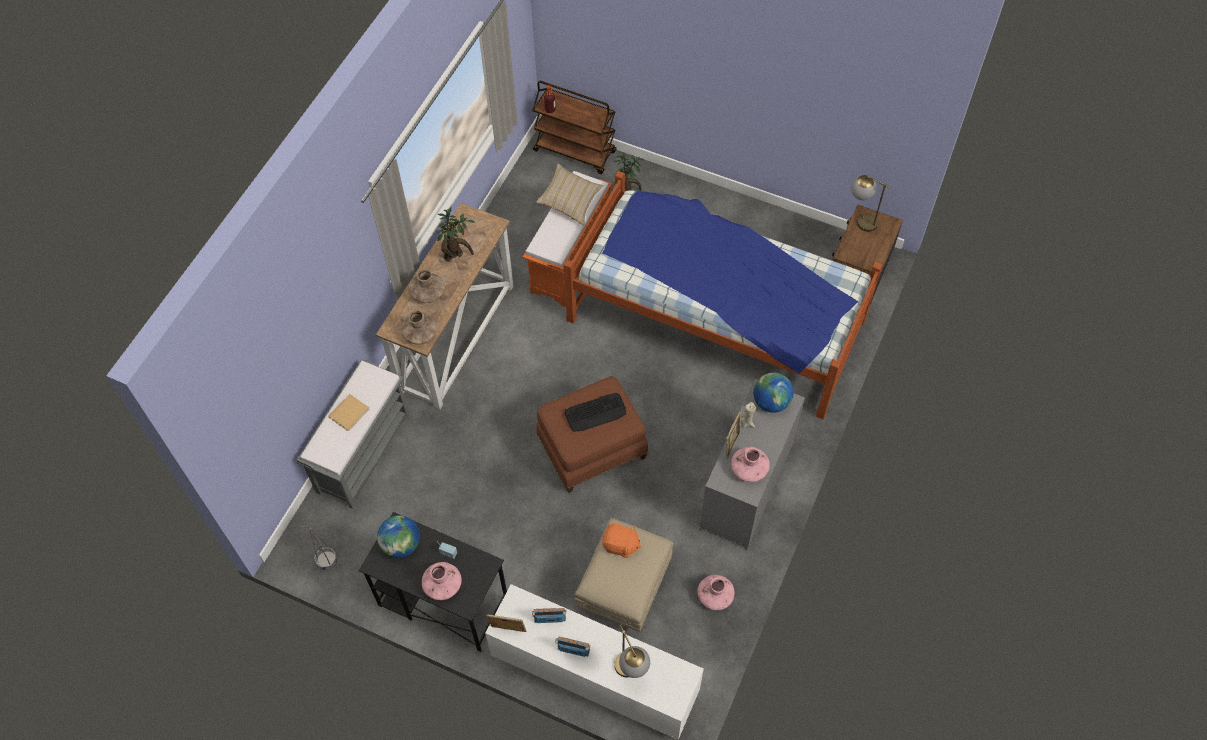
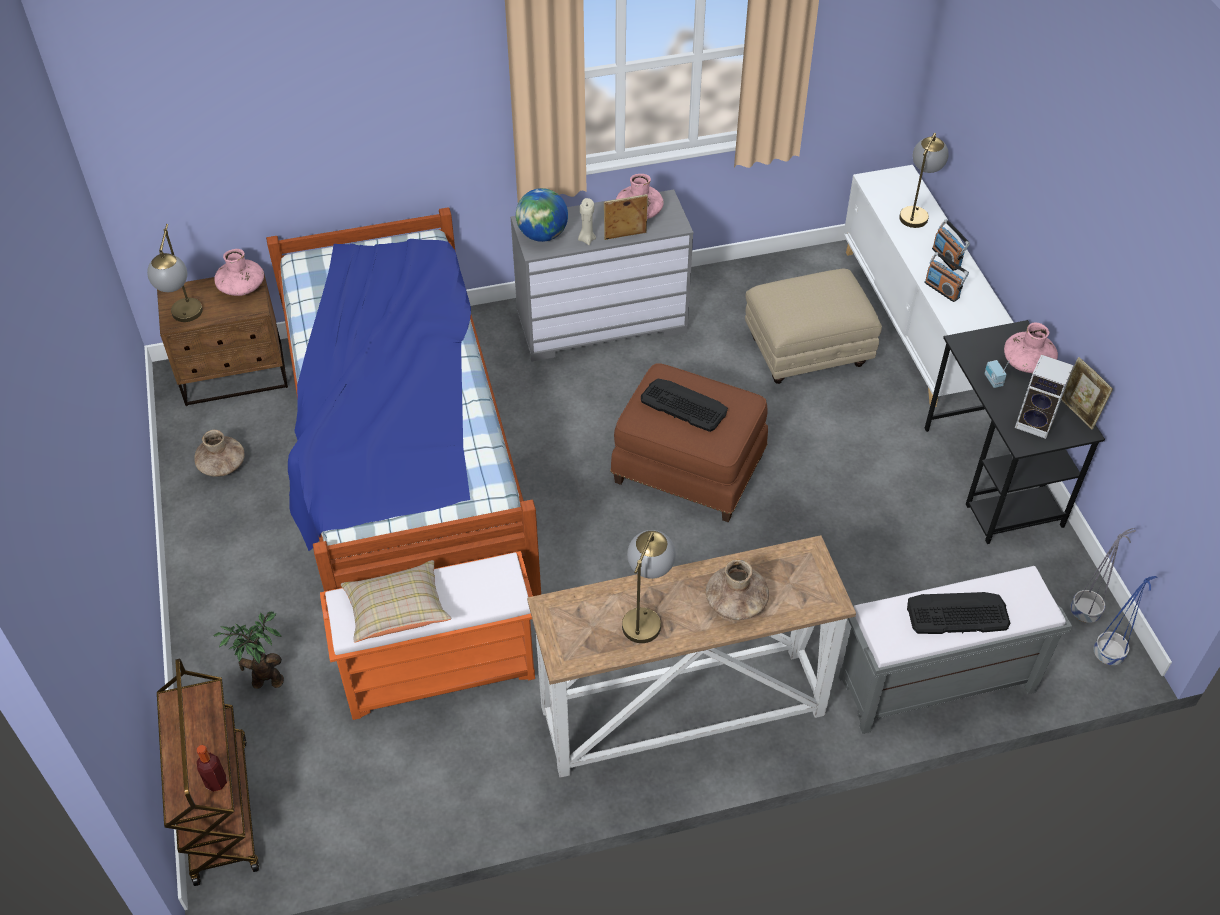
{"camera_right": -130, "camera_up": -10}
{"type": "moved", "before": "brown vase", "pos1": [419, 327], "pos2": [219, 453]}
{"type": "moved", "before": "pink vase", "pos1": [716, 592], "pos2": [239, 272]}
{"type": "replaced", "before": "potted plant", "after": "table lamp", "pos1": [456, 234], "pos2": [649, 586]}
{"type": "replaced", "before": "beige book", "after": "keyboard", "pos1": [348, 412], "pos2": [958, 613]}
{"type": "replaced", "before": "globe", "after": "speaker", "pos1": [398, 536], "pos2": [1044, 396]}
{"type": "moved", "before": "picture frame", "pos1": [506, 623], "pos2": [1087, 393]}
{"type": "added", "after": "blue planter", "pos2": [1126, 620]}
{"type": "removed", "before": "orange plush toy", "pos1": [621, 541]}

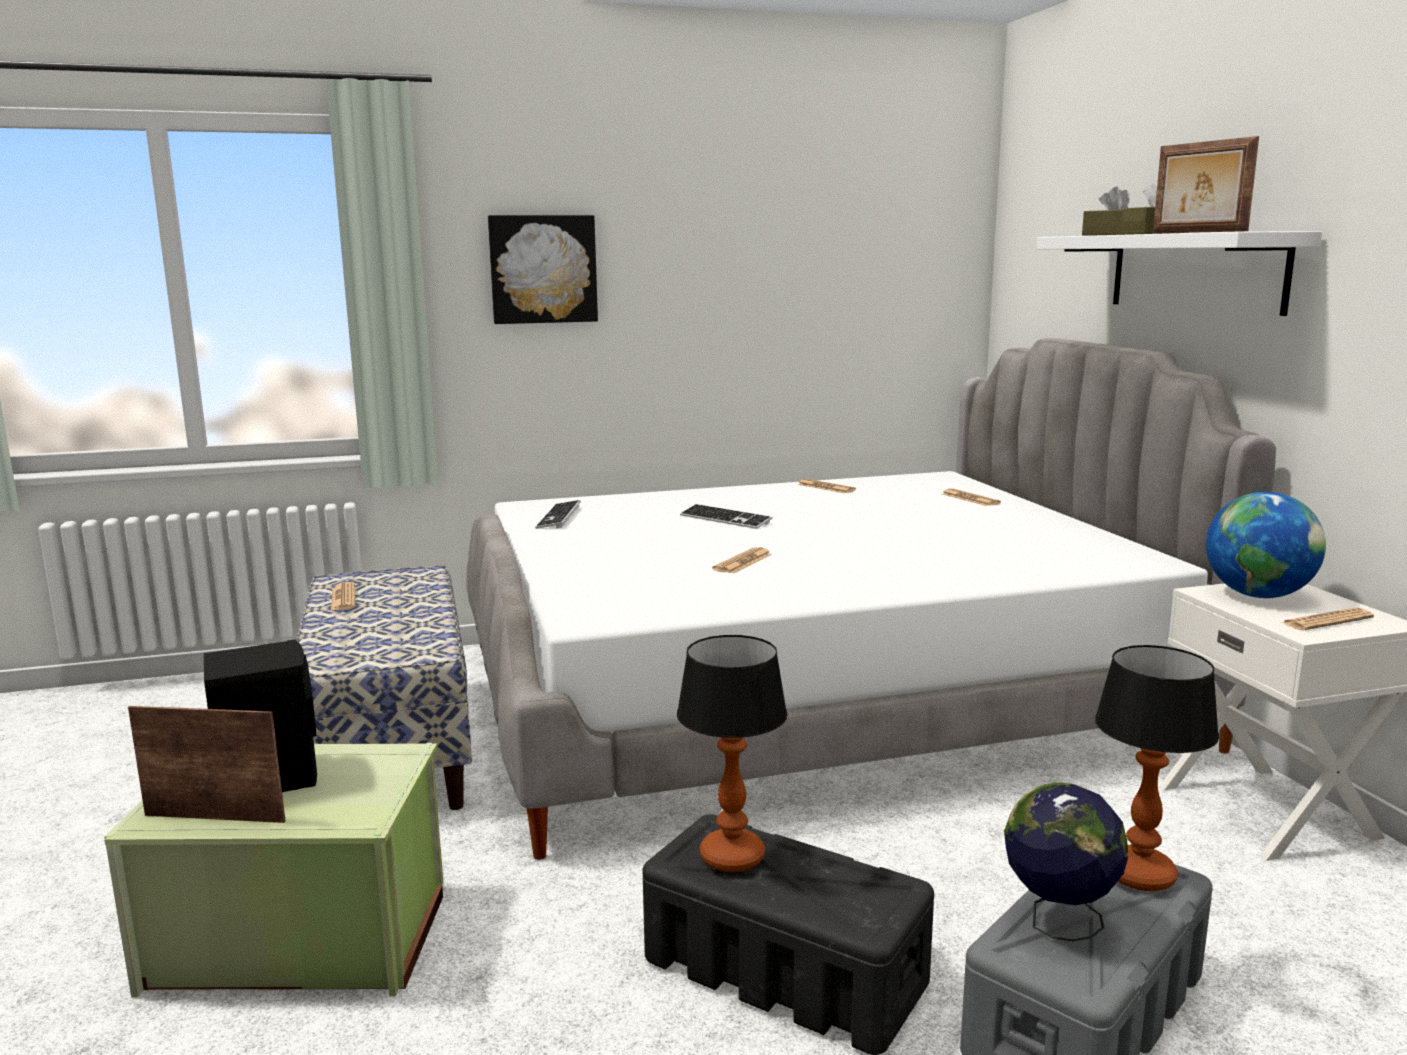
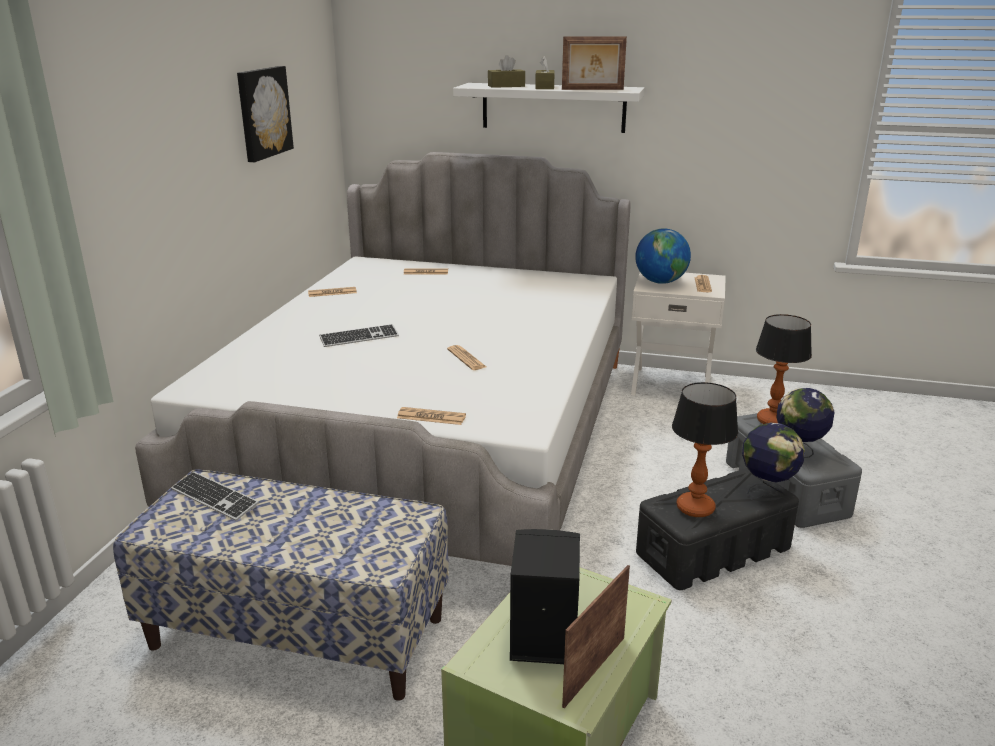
{"camera_right": -60, "camera_up": 10}
{"type": "moved", "before": "keyboard", "pos1": [558, 514], "pos2": [215, 496]}
{"type": "moved", "before": "picture", "pos1": [543, 269], "pos2": [265, 114]}
{"type": "moved", "before": "newspaper", "pos1": [343, 596], "pos2": [431, 416]}
{"type": "added", "after": "globe", "pos2": [773, 463]}

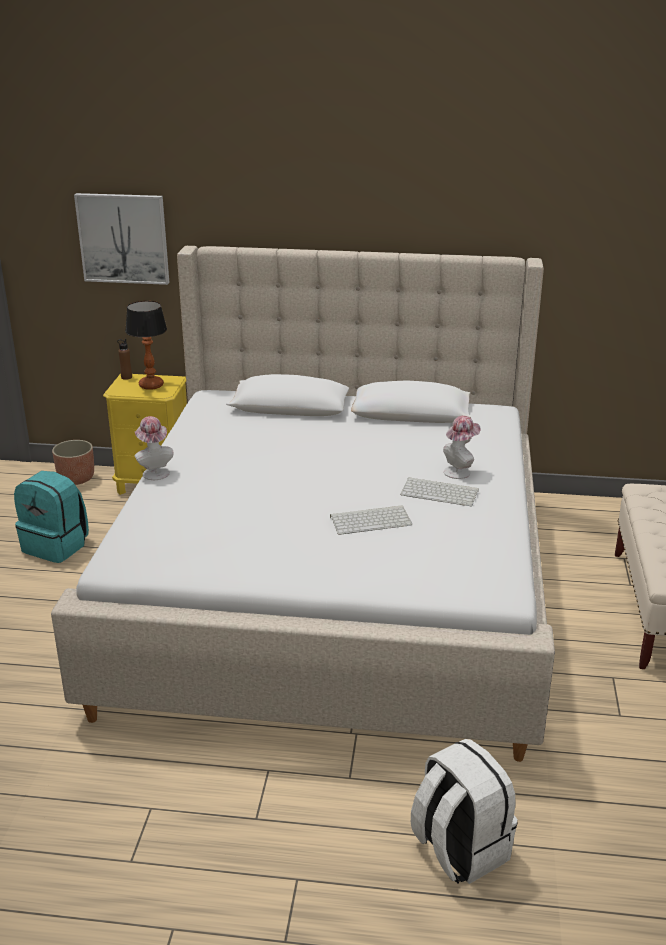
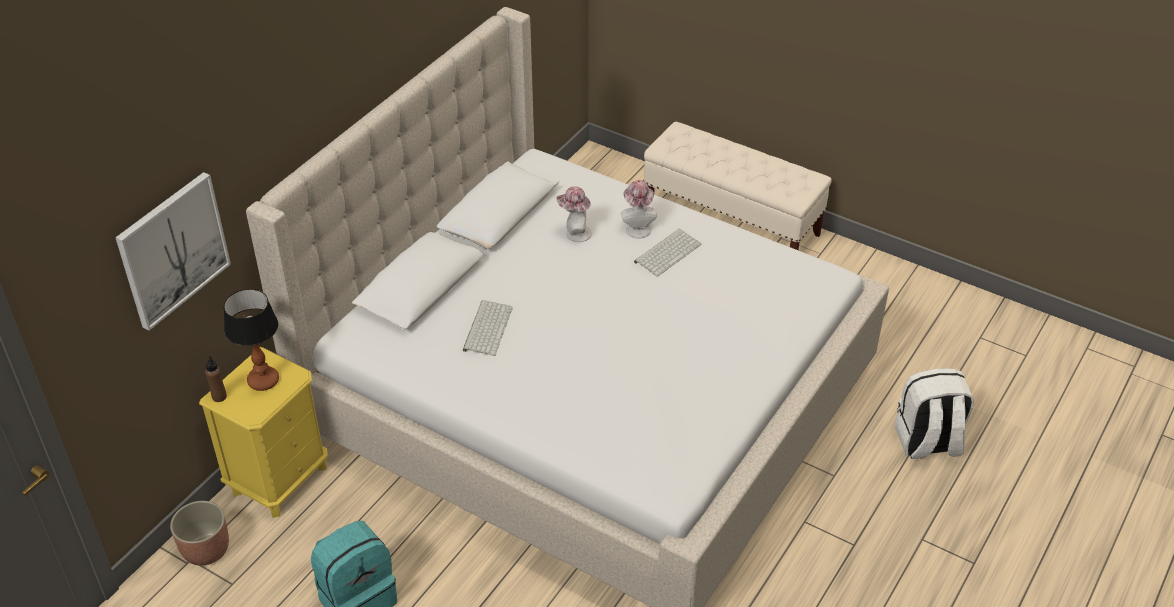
{"camera_right": -65, "camera_up": 15}
{"type": "moved", "before": "keyboard", "pos1": [371, 520], "pos2": [488, 328]}
{"type": "moved", "before": "hat", "pos1": [154, 448], "pos2": [574, 214]}

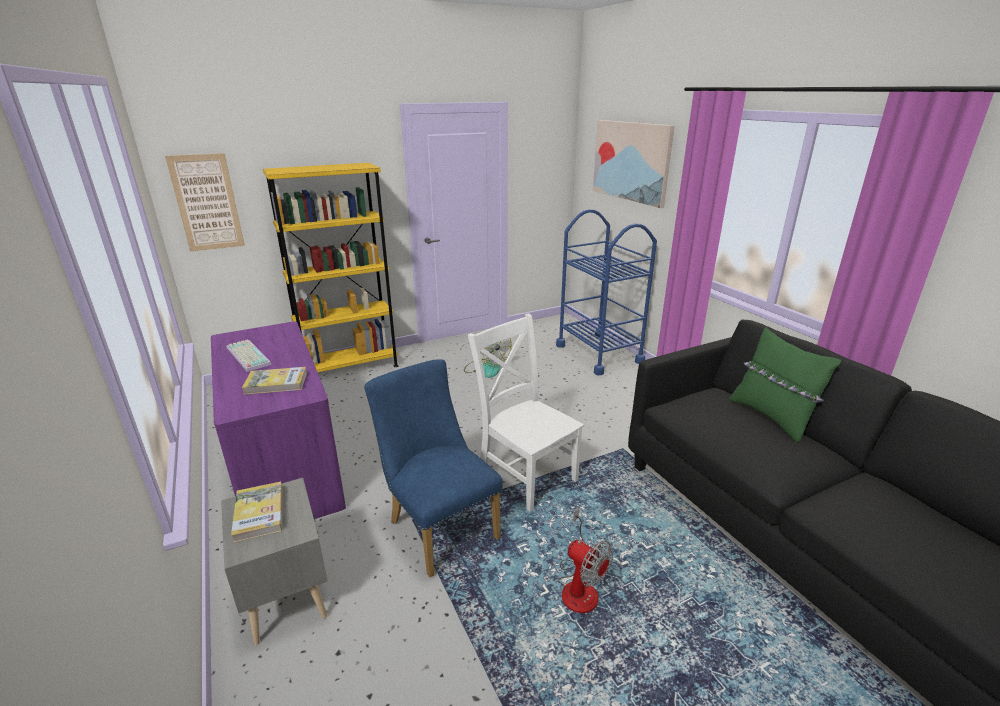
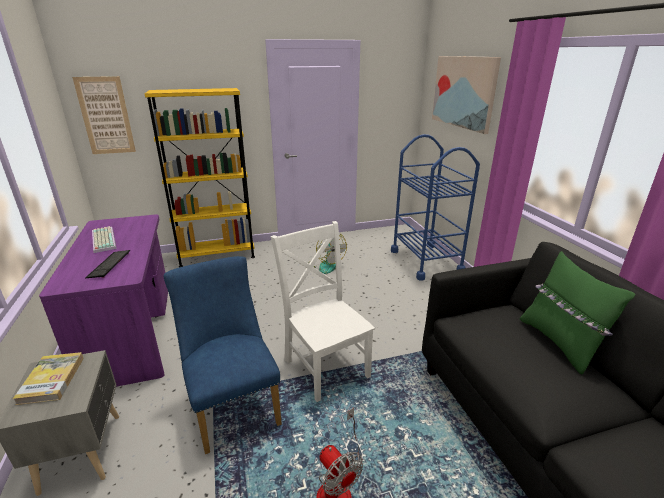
{"camera_right": 10, "camera_up": 0}
{"type": "replaced", "before": "book", "after": "keyboard", "pos1": [274, 381], "pos2": [107, 264]}

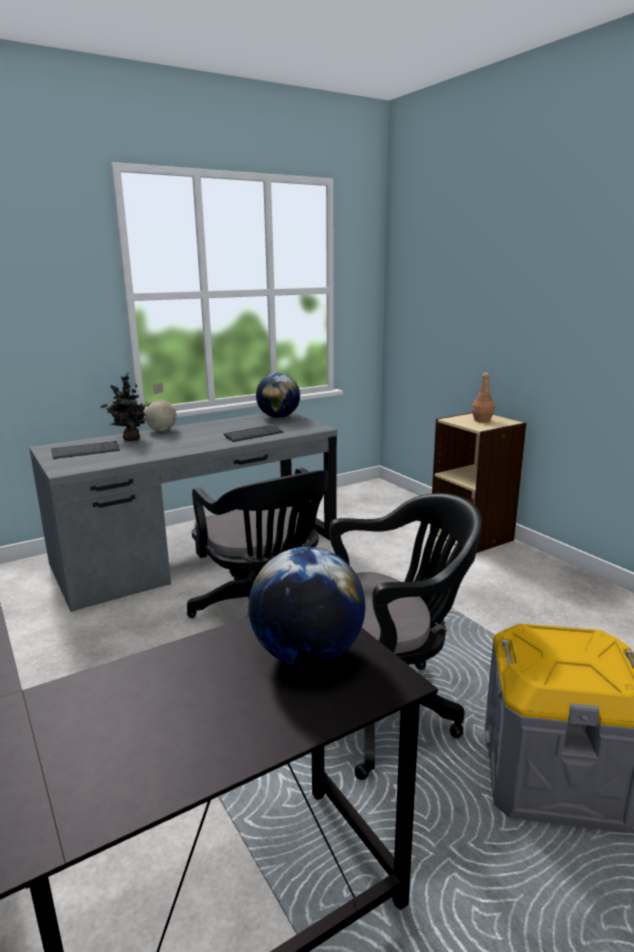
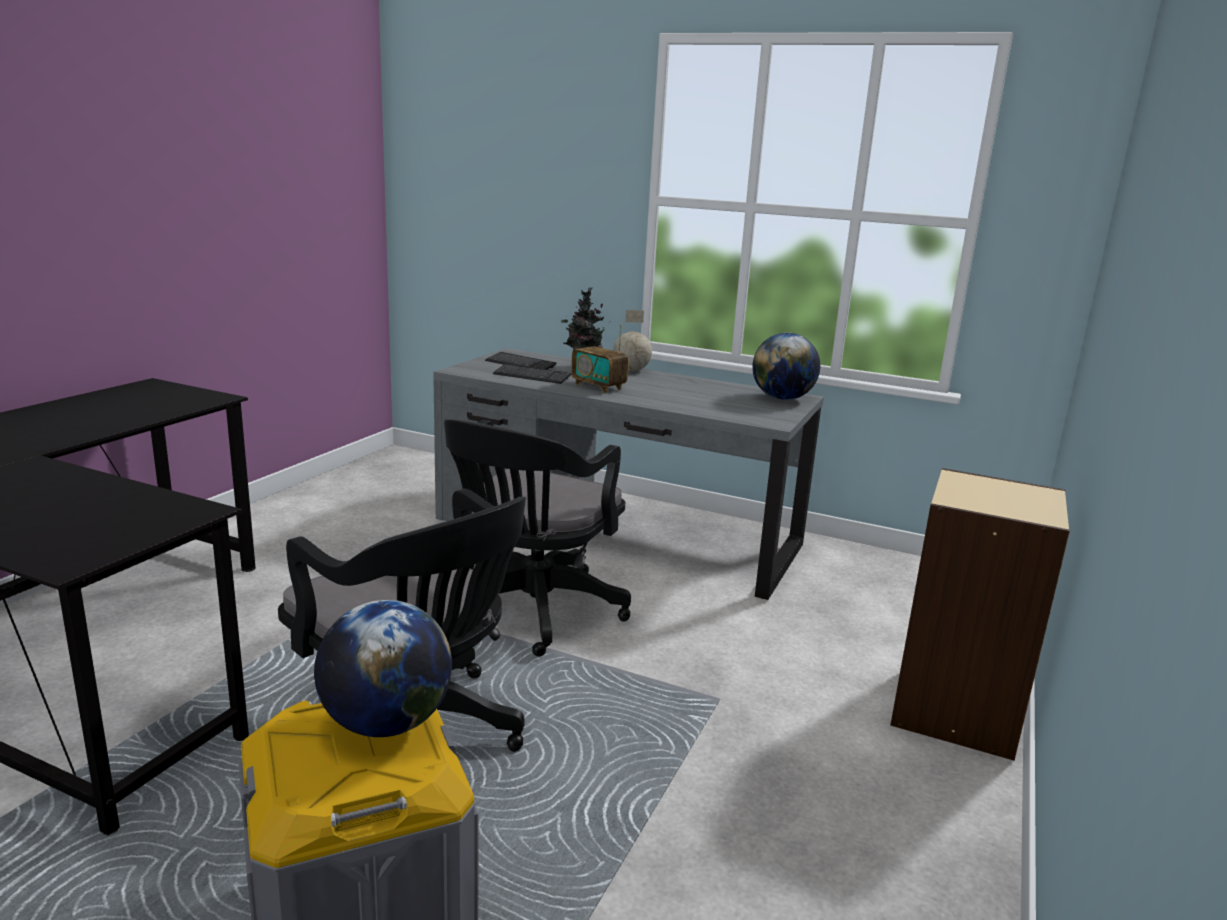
{"camera_right": 55, "camera_up": 0}
{"type": "moved", "before": "globe", "pos1": [306, 607], "pos2": [383, 668]}
{"type": "moved", "before": "keyboard", "pos1": [253, 433], "pos2": [532, 374]}
{"type": "added", "after": "radio", "pos2": [600, 358]}
{"type": "removed", "before": "brown bottle", "pos1": [483, 398]}

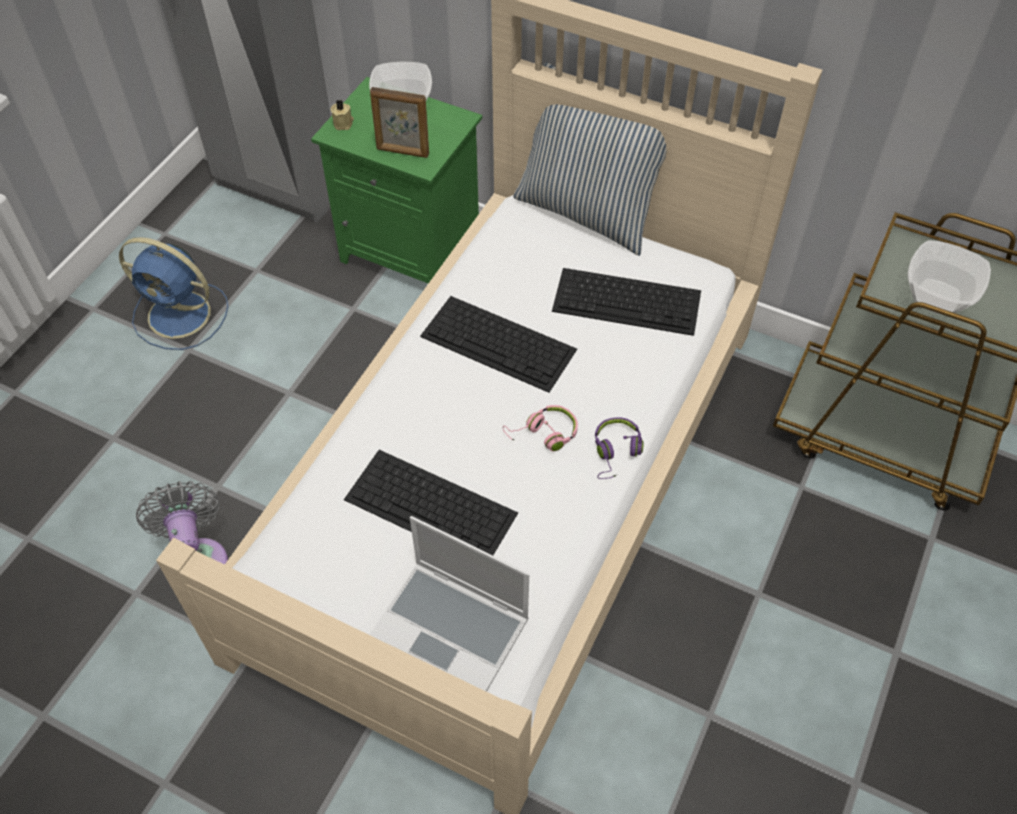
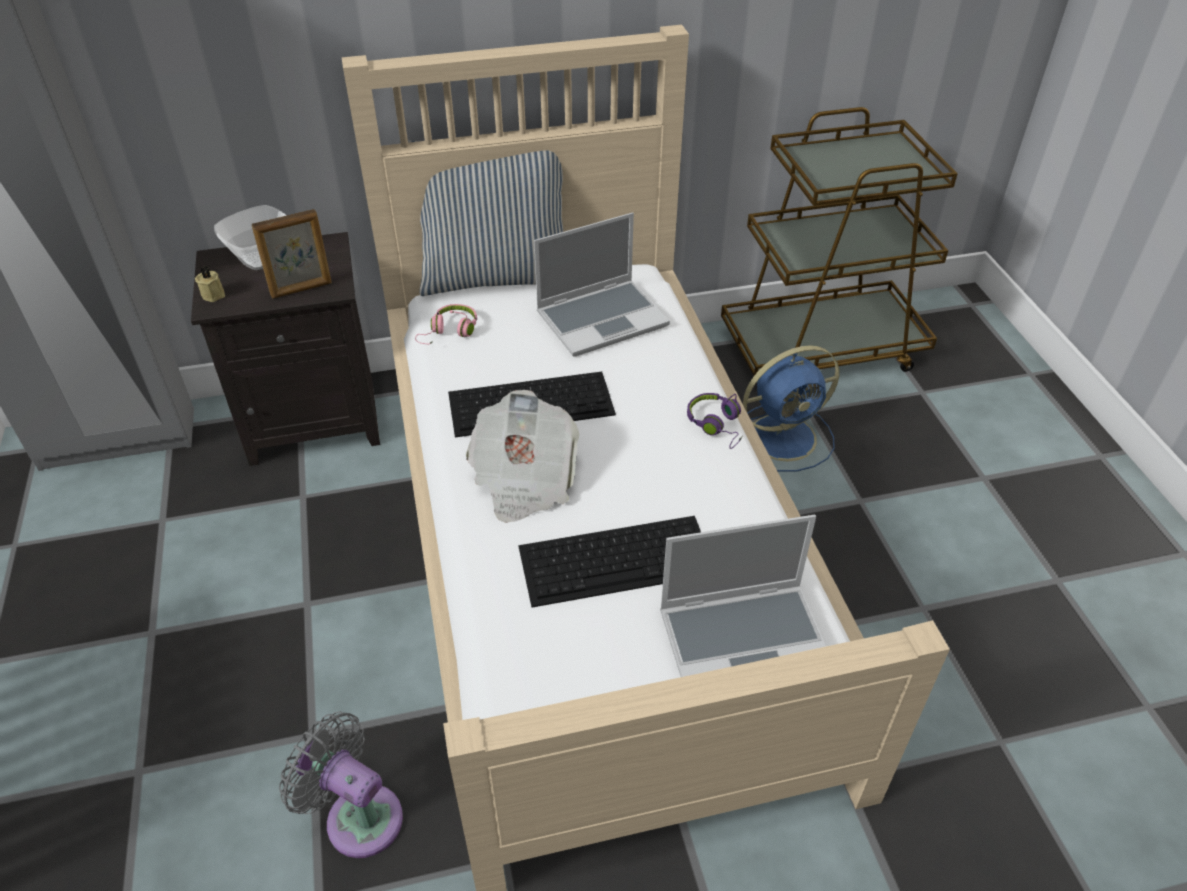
{"camera_right": -40, "camera_up": -10}
{"type": "recoloured", "before": "green nightstand", "after": "black nightstand", "pos1": [396, 180], "pos2": [285, 349]}
{"type": "moved", "before": "pink headphones", "pos1": [540, 428], "pos2": [446, 324]}
{"type": "added", "after": "newspaper", "pos2": [523, 456]}
{"type": "replaced", "before": "keyboard", "after": "laptop", "pos1": [626, 302], "pos2": [602, 285]}
{"type": "moved", "before": "blue fan", "pos1": [173, 293], "pos2": [791, 408]}
{"type": "removed", "before": "bowl", "pos1": [949, 277]}

